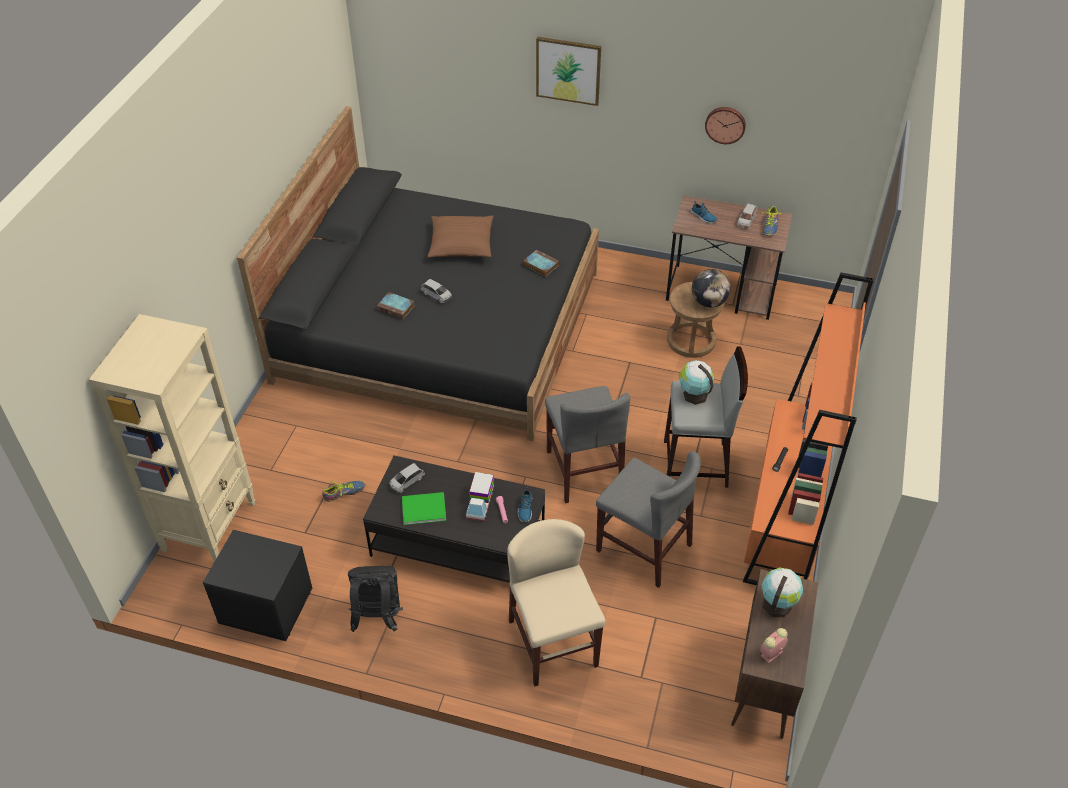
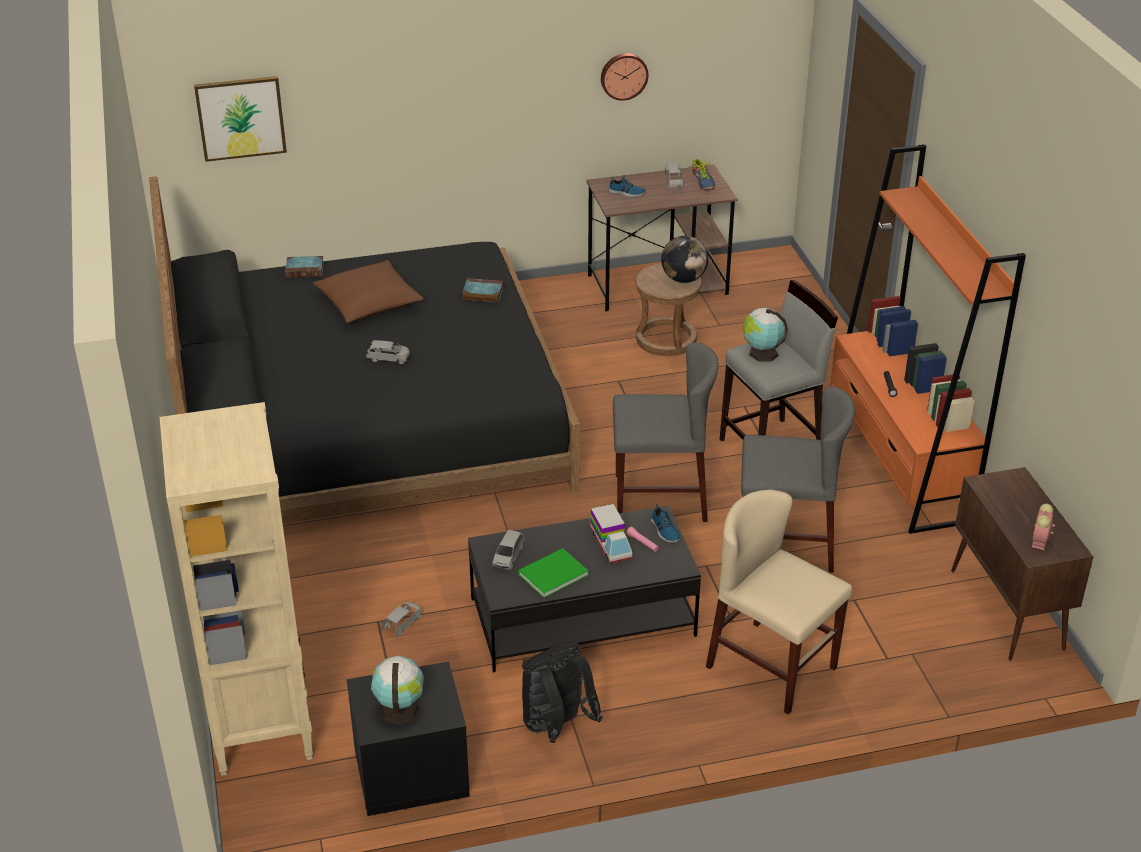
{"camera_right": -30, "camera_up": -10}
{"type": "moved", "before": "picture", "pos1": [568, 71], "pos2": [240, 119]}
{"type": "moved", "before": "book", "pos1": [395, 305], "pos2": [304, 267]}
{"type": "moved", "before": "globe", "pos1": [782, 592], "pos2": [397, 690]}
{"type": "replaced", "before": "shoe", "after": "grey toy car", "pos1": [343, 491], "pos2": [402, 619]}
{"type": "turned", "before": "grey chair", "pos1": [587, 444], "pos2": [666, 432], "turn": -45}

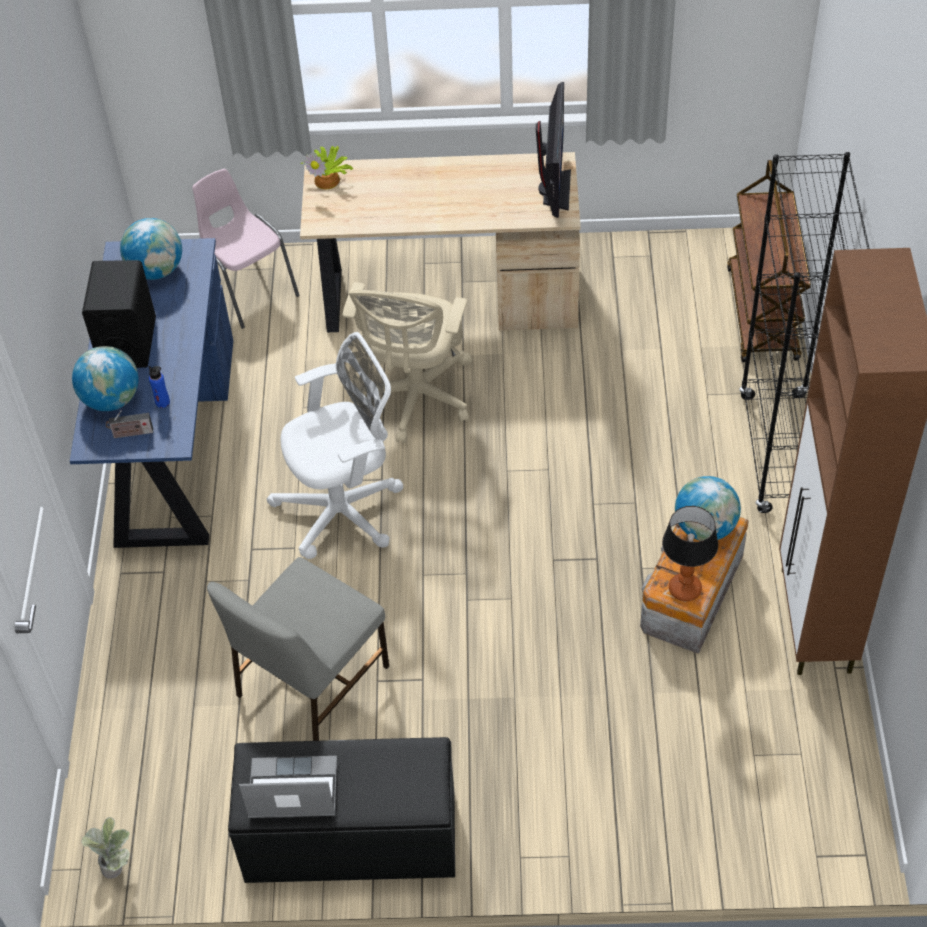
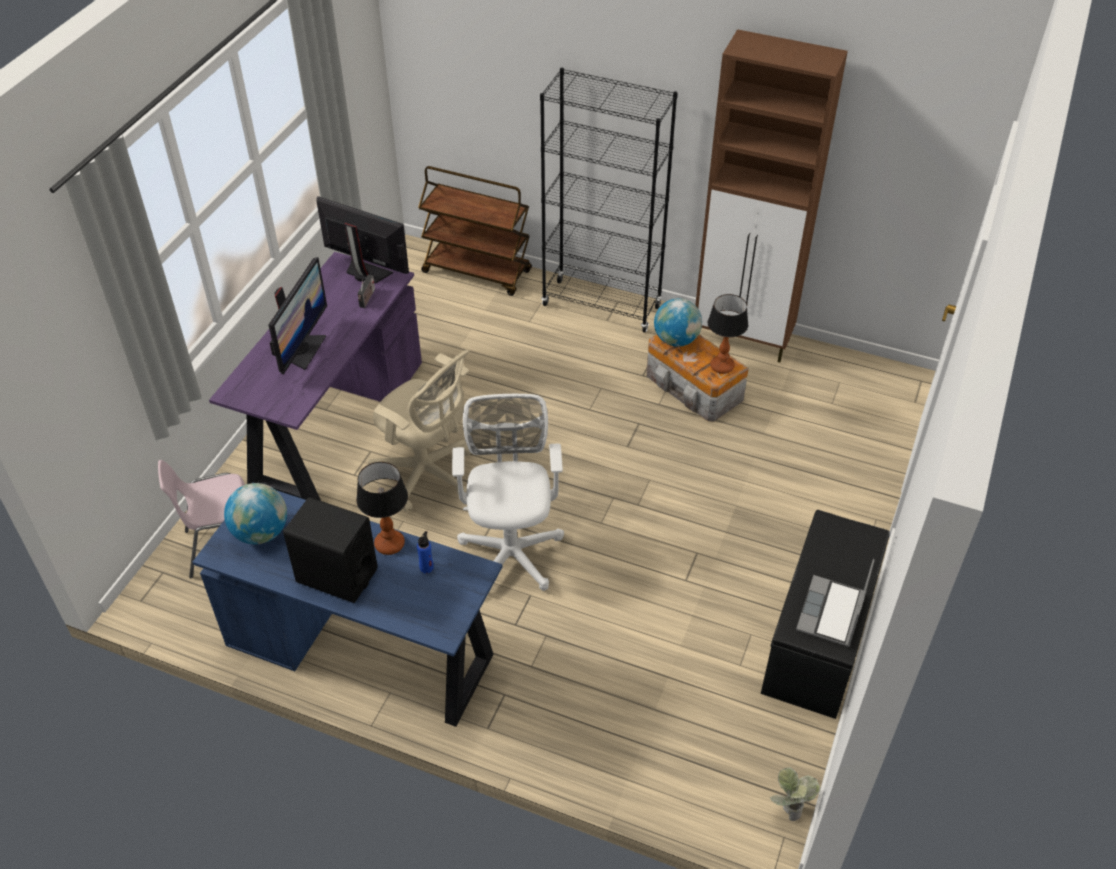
{"camera_right": -70, "camera_up": -5}
{"type": "recoloured", "before": "beige desk", "after": "purple desk", "pos1": [440, 242], "pos2": [315, 376]}
{"type": "added", "after": "monitor", "pos2": [297, 315]}
{"type": "added", "after": "table lamp", "pos2": [382, 508]}
{"type": "moved", "before": "radio", "pos1": [129, 424], "pos2": [366, 291]}
{"type": "removed", "before": "globe", "pos1": [105, 378]}
{"type": "removed", "before": "grey chair", "pos1": [298, 649]}
{"type": "removed", "before": "potted plant", "pos1": [327, 167]}

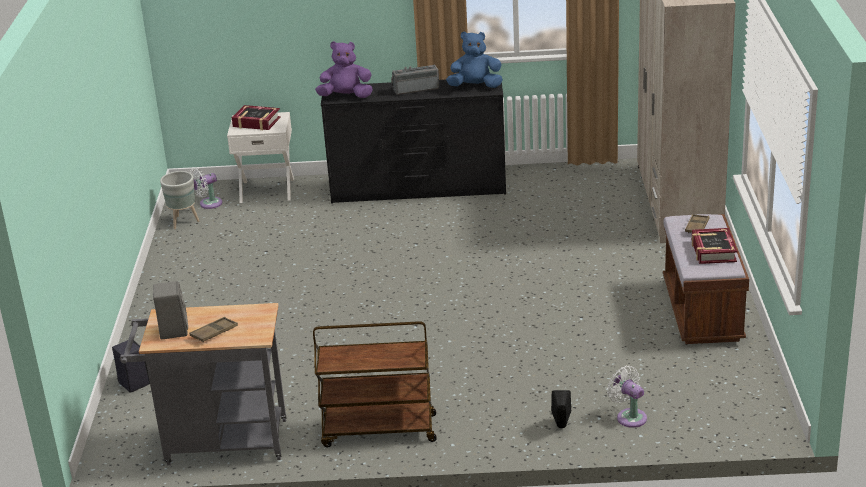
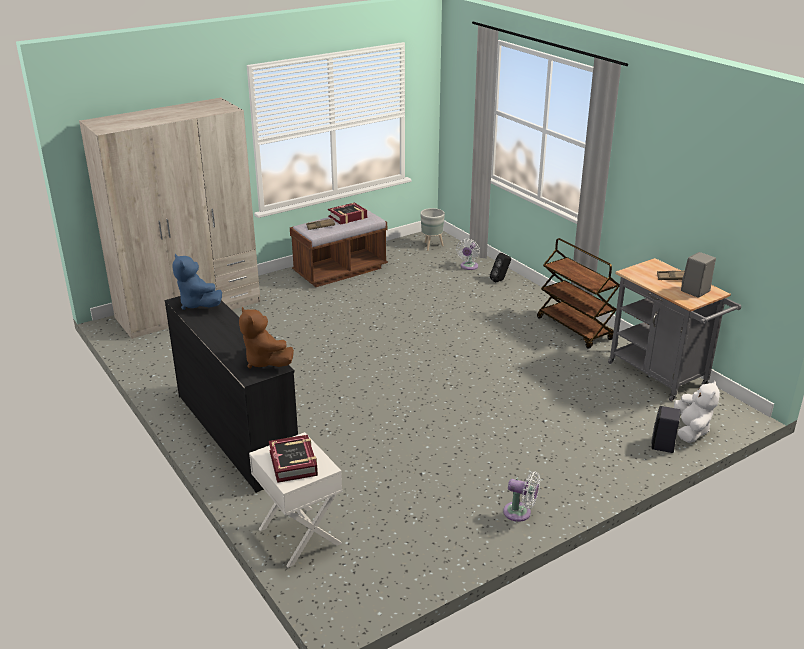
{"camera_right": -125, "camera_up": 0}
{"type": "recoloured", "before": "purple plush toy", "after": "brown plush toy", "pos1": [344, 69], "pos2": [266, 338]}
{"type": "moved", "before": "grey planter", "pos1": [179, 200], "pos2": [432, 229]}
{"type": "moved", "before": "white fan", "pos1": [205, 188], "pos2": [521, 496]}
{"type": "added", "after": "white plush toy", "pos2": [697, 411]}
{"type": "removed", "before": "radio", "pos1": [415, 79]}

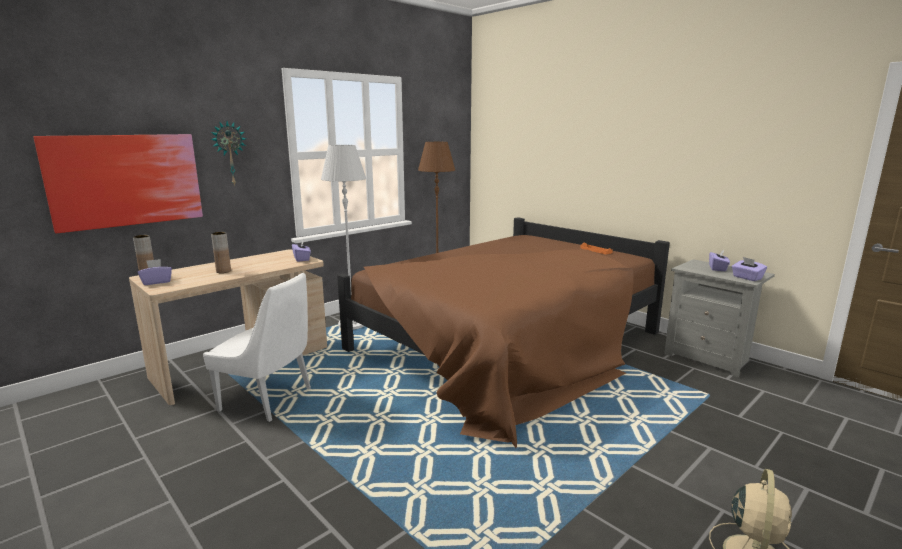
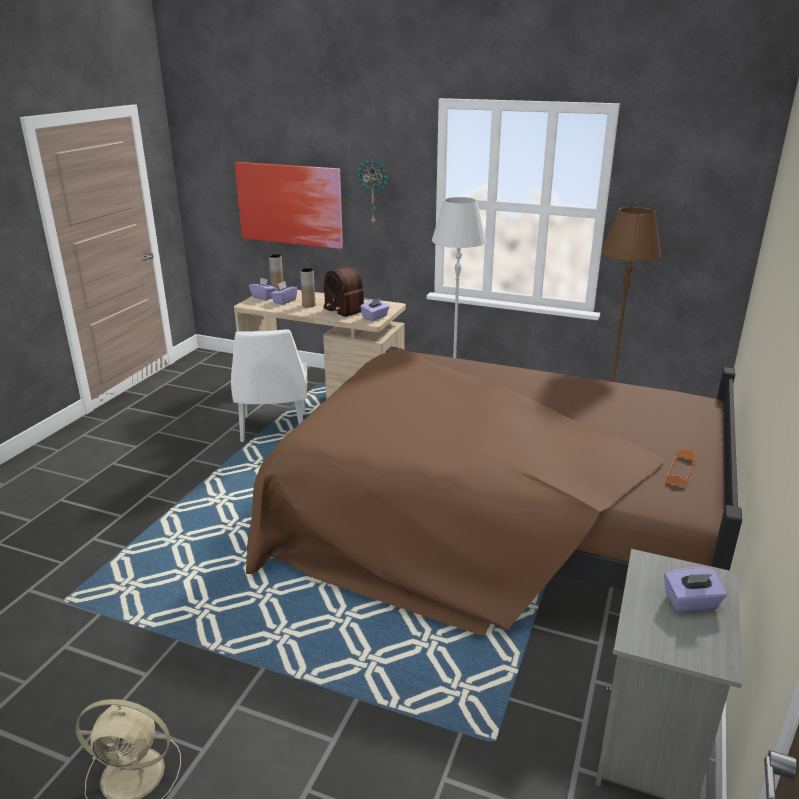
{"camera_right": 65, "camera_up": 10}
{"type": "moved", "before": "purple tissue box", "pos1": [749, 269], "pos2": [284, 293]}
{"type": "added", "after": "radio", "pos2": [346, 291]}

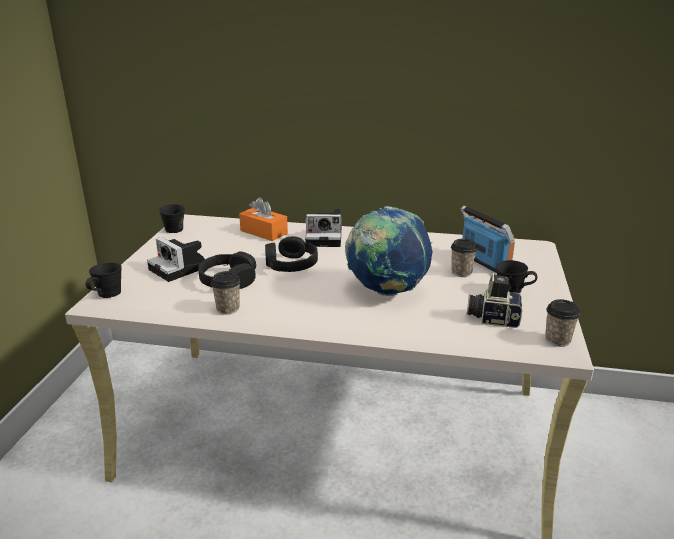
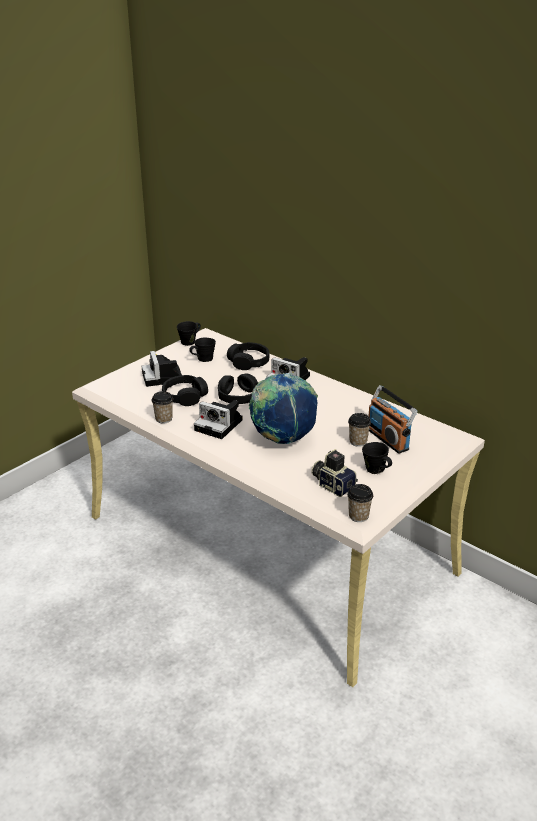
{"camera_right": 30, "camera_up": 5}
{"type": "moved", "before": "black mug", "pos1": [104, 280], "pos2": [202, 350]}
{"type": "added", "after": "photo camera", "pos2": [218, 419]}
{"type": "replaced", "before": "orange tissue box", "after": "black headphones", "pos1": [263, 219], "pos2": [248, 356]}
{"type": "turned", "before": "radio", "pos1": [488, 239], "pos2": [393, 419], "turn": 150}

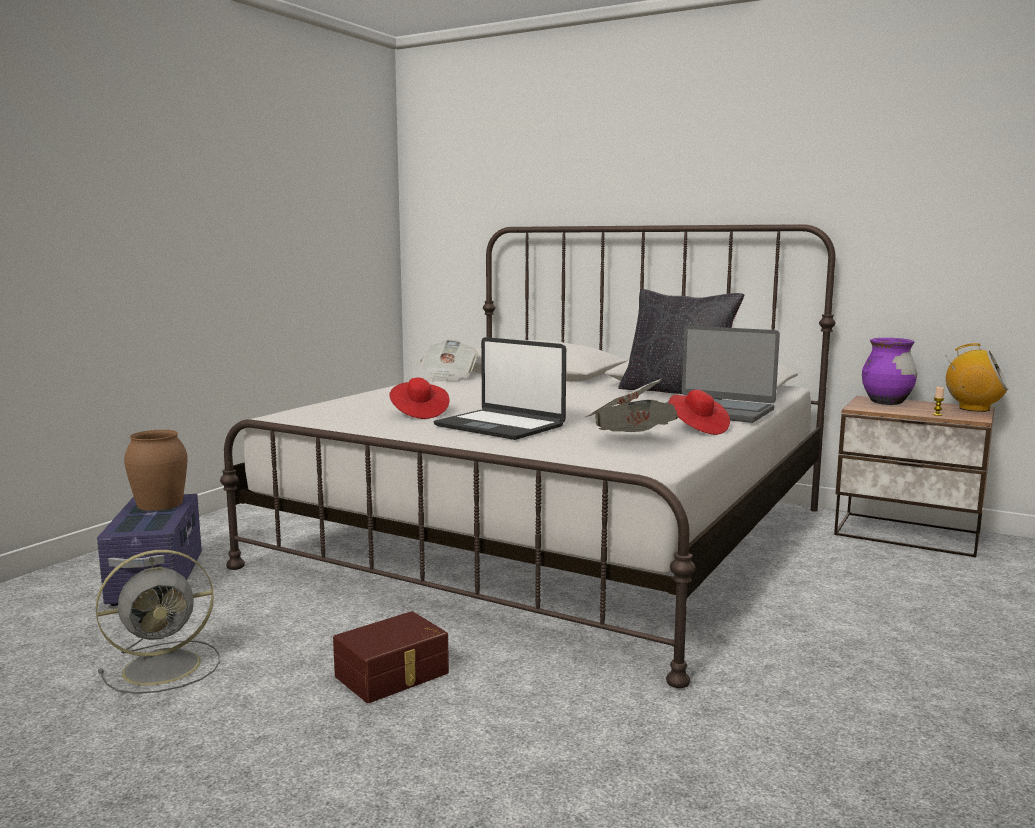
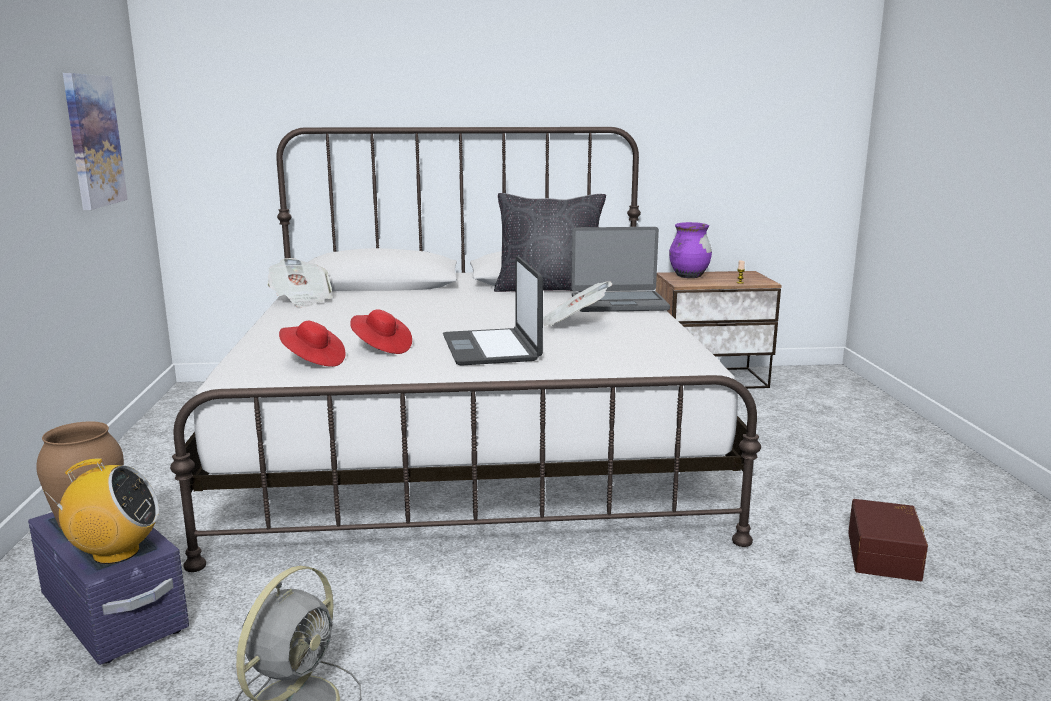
{"camera_right": -35, "camera_up": 5}
{"type": "moved", "before": "radio", "pos1": [977, 377], "pos2": [101, 511]}
{"type": "added", "after": "picture", "pos2": [95, 141]}
{"type": "moved", "before": "red hat", "pos1": [699, 412], "pos2": [312, 344]}
{"type": "turned", "before": "laptop", "pos1": [499, 388], "pos2": [493, 311], "turn": 75}
{"type": "moved", "before": "brown storage box", "pos1": [391, 657], "pos2": [888, 540]}
{"type": "removed", "before": "newspaper", "pos1": [636, 416]}

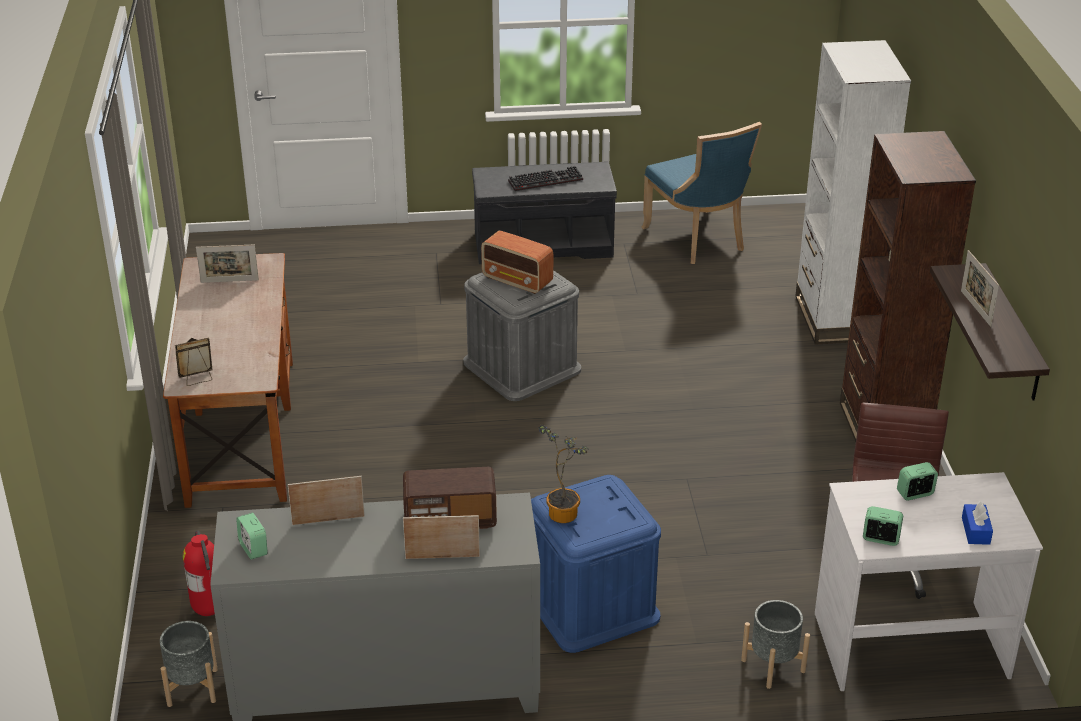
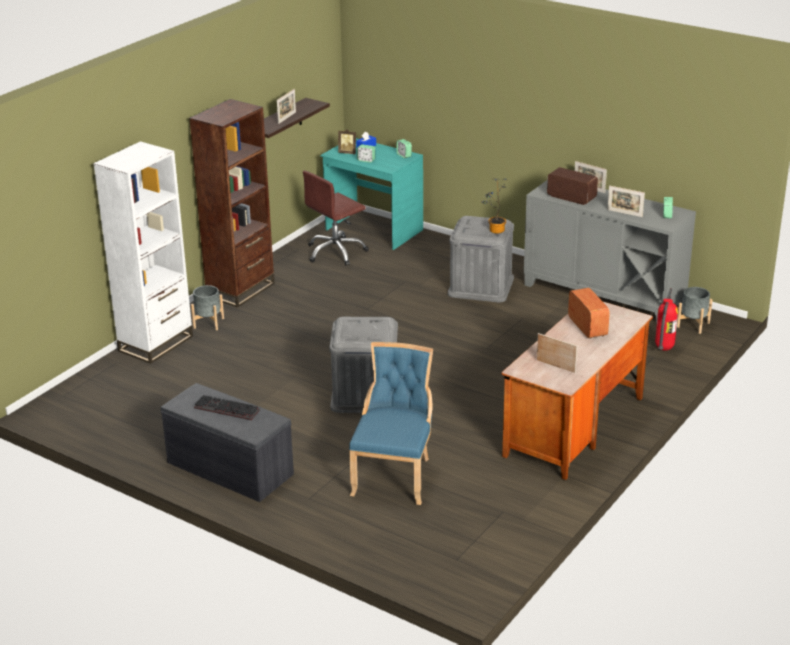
{"camera_right": -140, "camera_up": -5}
{"type": "moved", "before": "grey planter", "pos1": [775, 644], "pos2": [207, 307]}
{"type": "recoloured", "before": "white desk", "after": "turquoise desk", "pos1": [929, 581], "pos2": [371, 194]}
{"type": "moved", "before": "picture frame", "pos1": [193, 362], "pos2": [347, 141]}
{"type": "moved", "before": "blue chair", "pos1": [701, 193], "pos2": [391, 423]}
{"type": "recoloured", "before": "blue storage box", "after": "grey storage box", "pos1": [596, 564], "pos2": [481, 259]}
{"type": "moved", "before": "radio", "pos1": [517, 262], "pos2": [589, 313]}

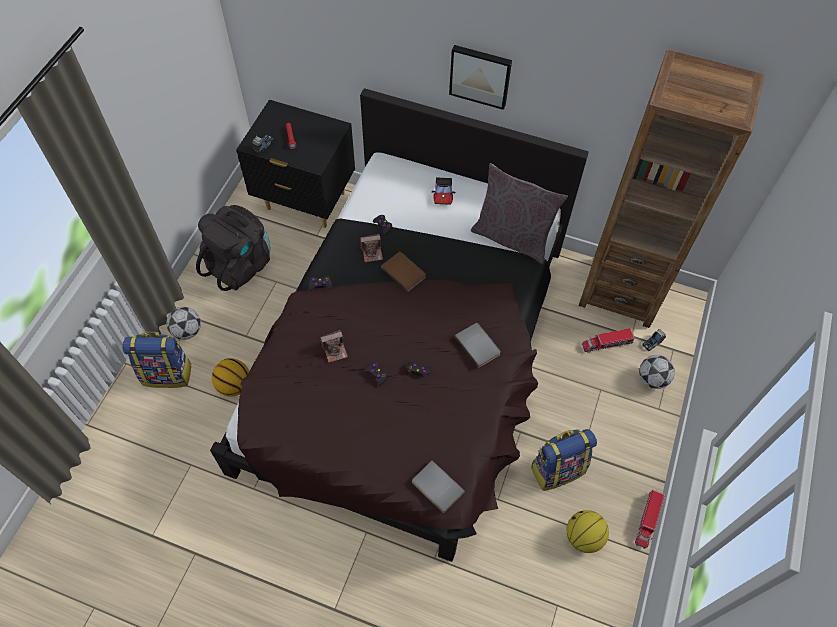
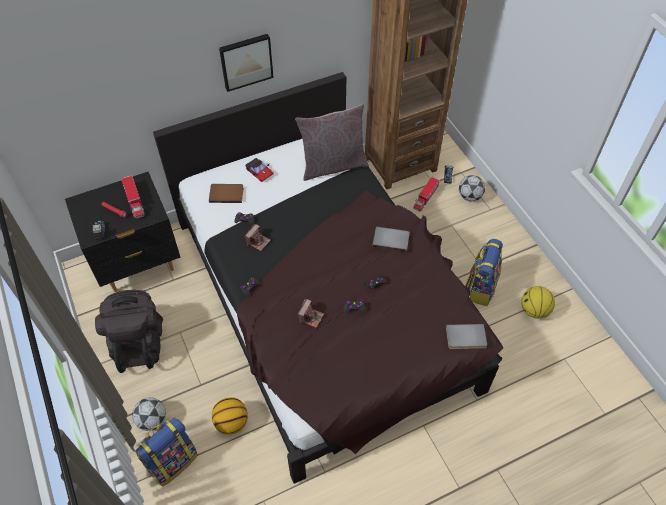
{"camera_right": -45, "camera_up": -5}
{"type": "moved", "before": "toy truck", "pos1": [650, 519], "pos2": [133, 196]}
{"type": "moved", "before": "brown book", "pos1": [403, 272], "pos2": [226, 193]}

